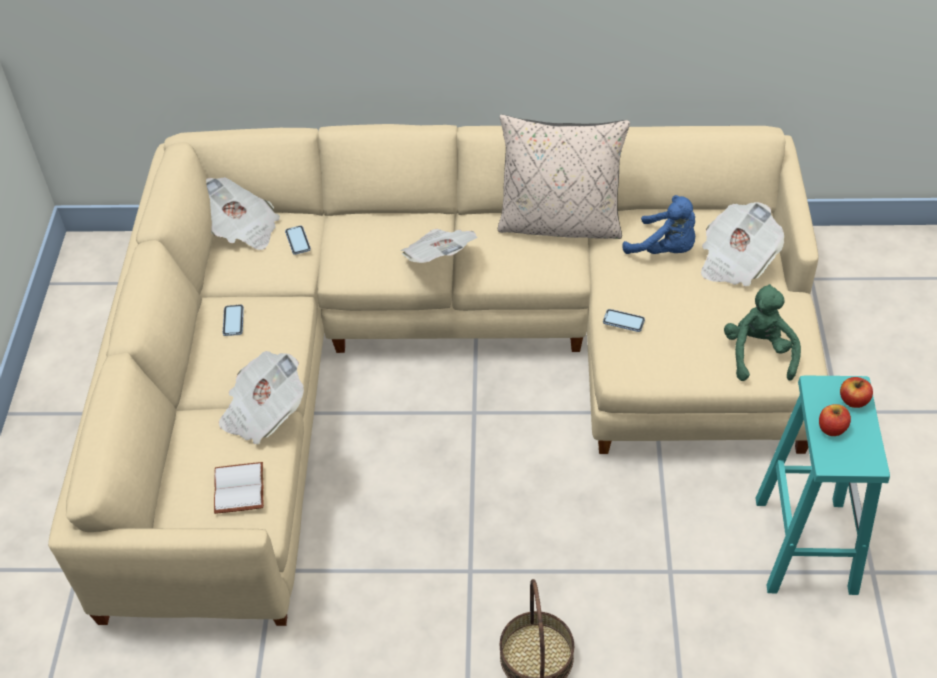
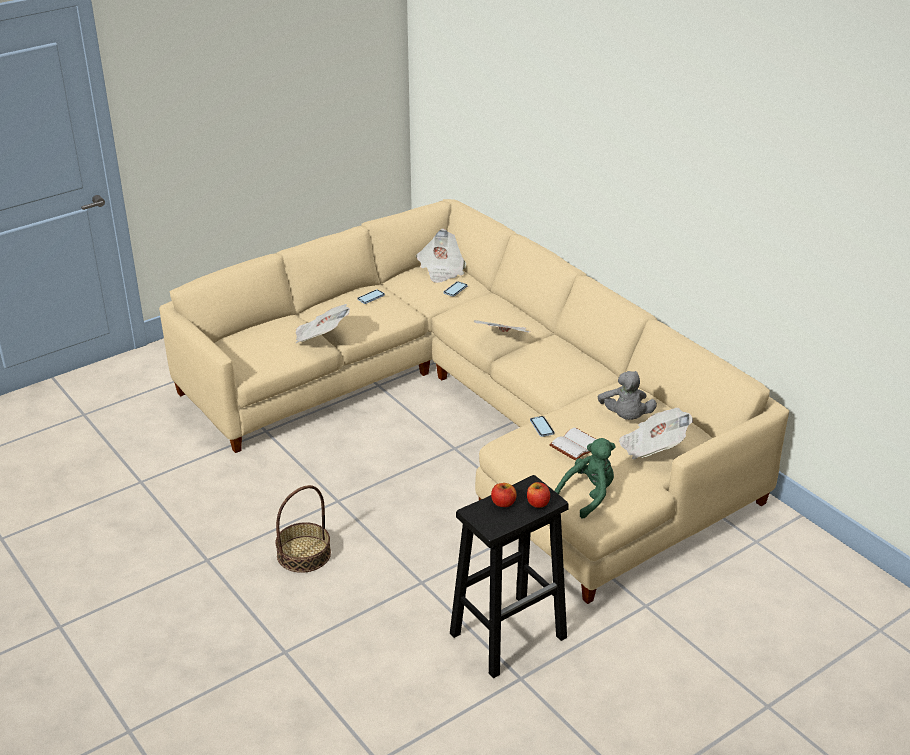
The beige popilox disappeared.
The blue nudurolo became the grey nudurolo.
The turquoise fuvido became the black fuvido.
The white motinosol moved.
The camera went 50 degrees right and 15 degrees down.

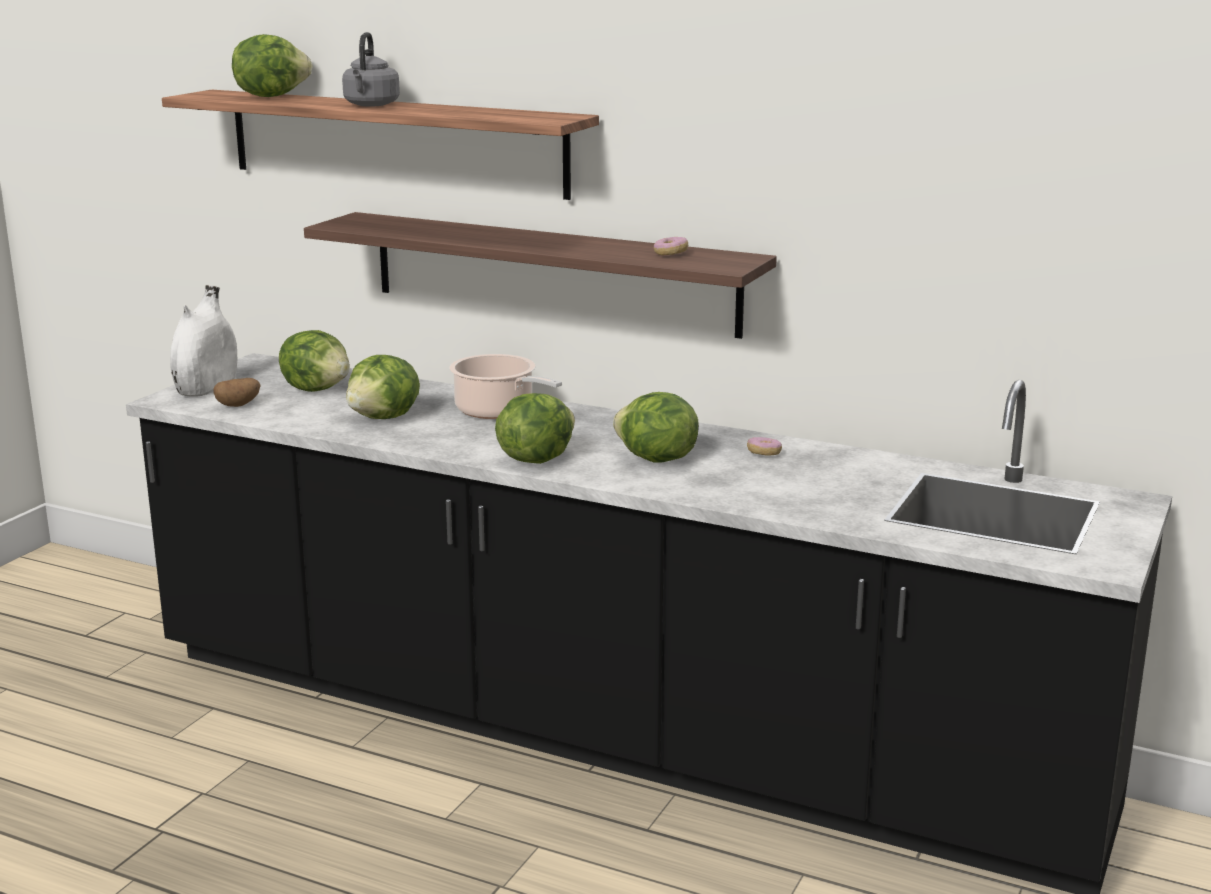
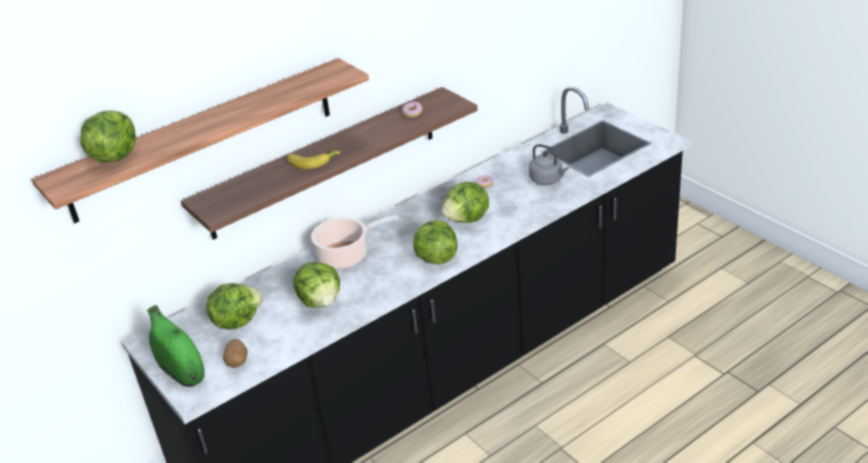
The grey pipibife moved.
The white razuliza became the green razuliza.
The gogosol appeared.
The camera went 60 degrees left and 15 degrees up.

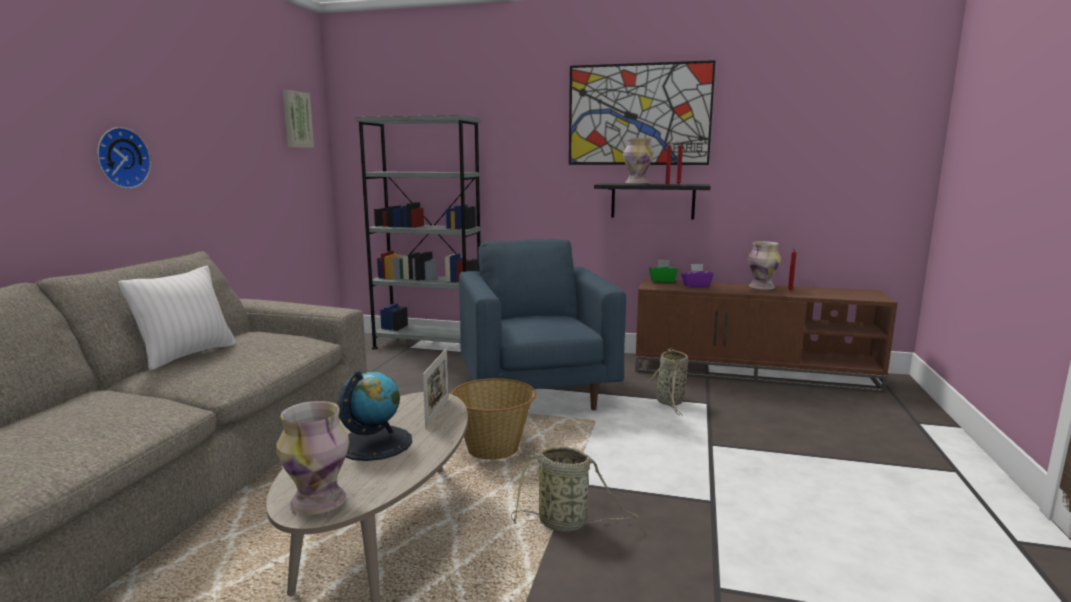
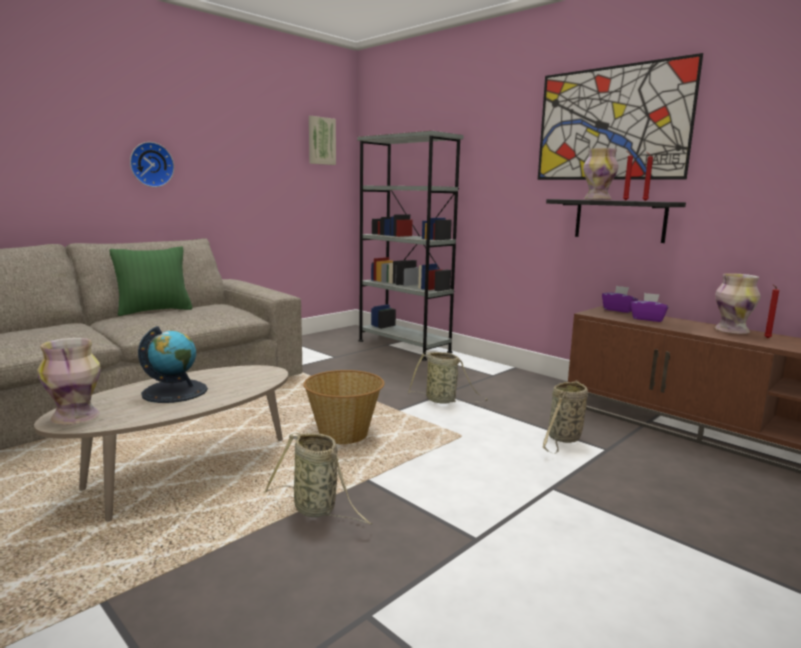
The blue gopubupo was replaced by the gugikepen (3rd from left).
The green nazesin became the purple nazesin (1st from left).
The white popilox became the green popilox.
The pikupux disappeared.
The camera went 30 degrees right and 0 degrees up.

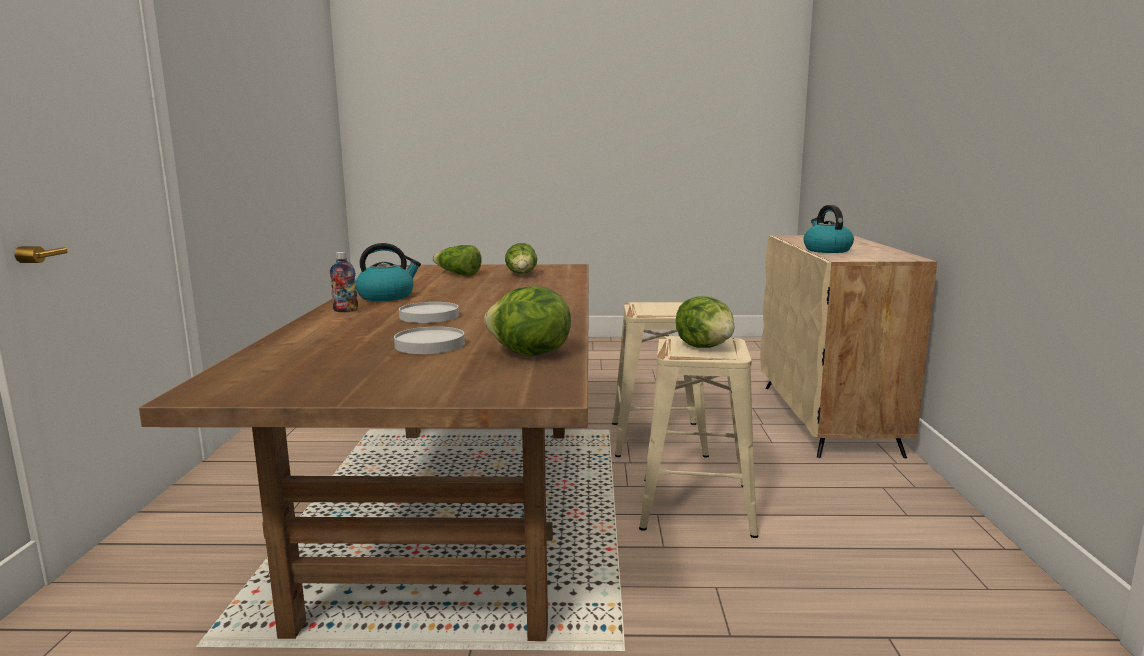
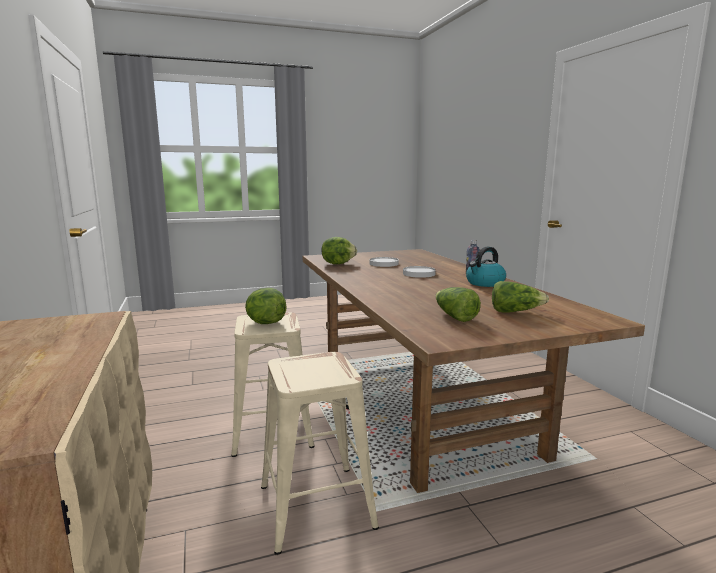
The pipibife (2nd from left) disappeared.
The camera went 160 degrees right and 0 degrees up.

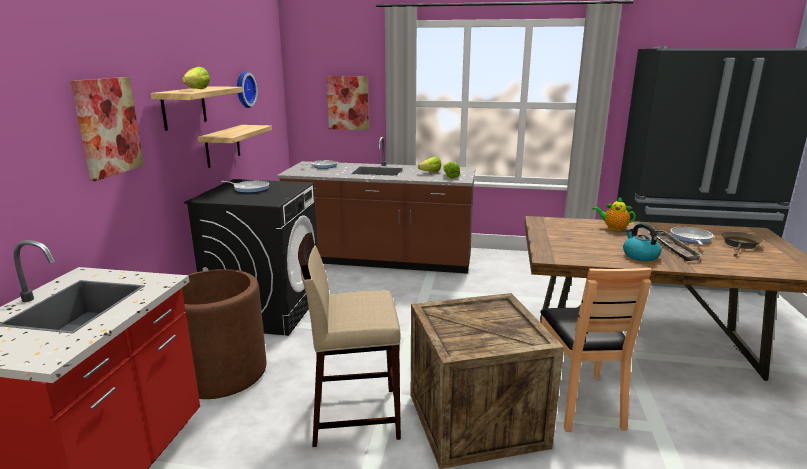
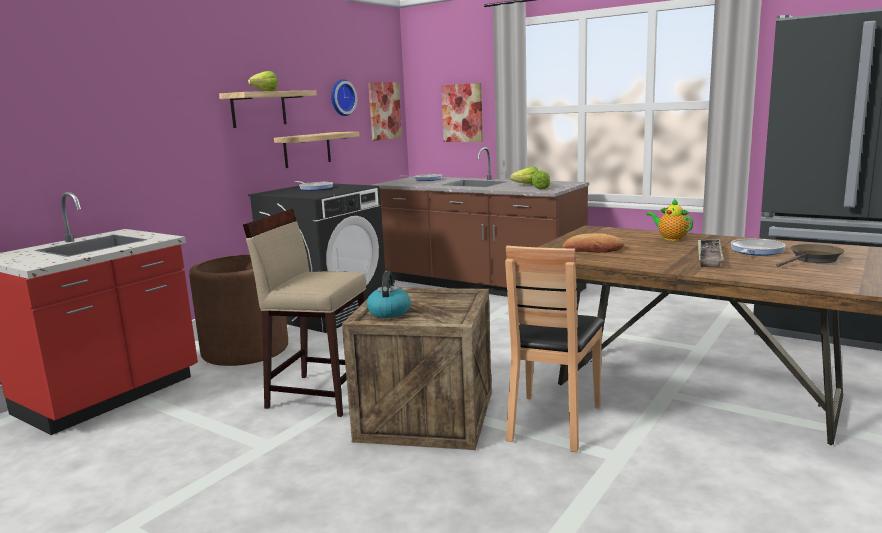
The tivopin (1st from left) moved.
The pipibife moved.
The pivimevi appeared.
The camera went 25 degrees right and 5 degrees down.

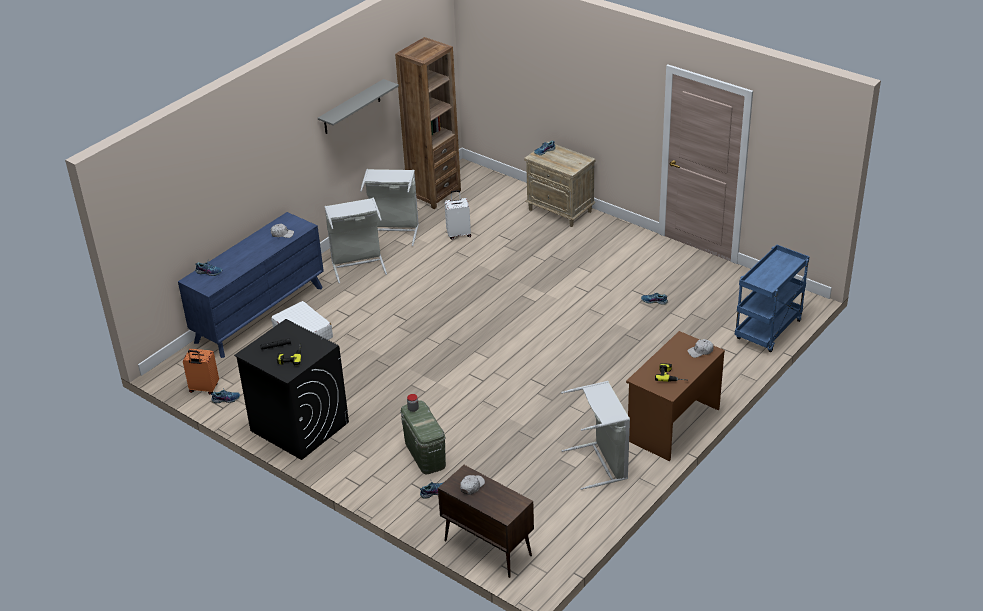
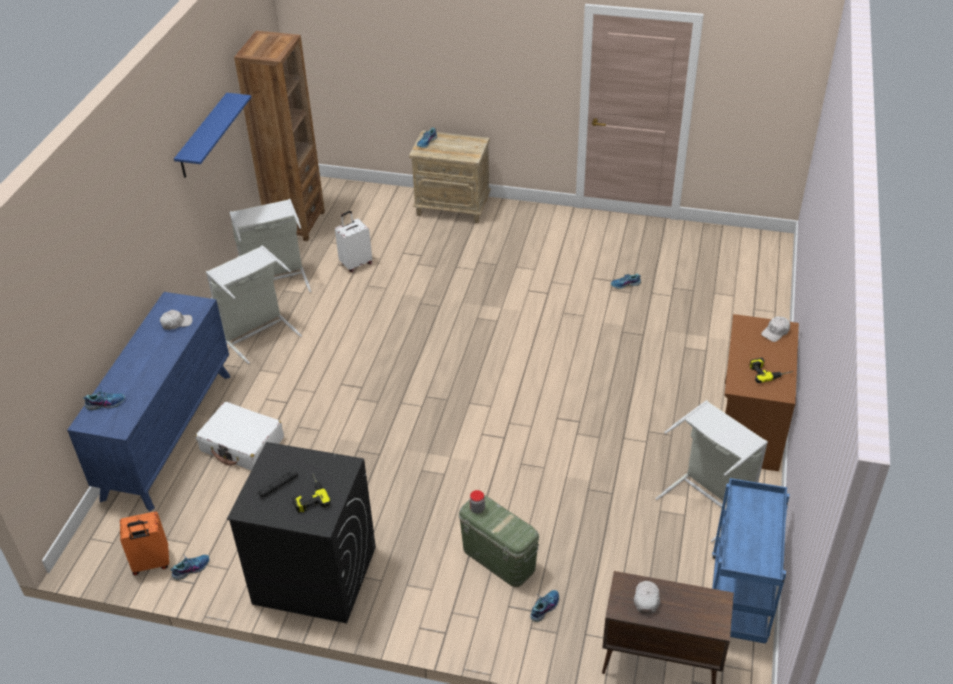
The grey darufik became the blue darufik.
The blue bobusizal moved.
The camera went 25 degrees left and 5 degrees up.

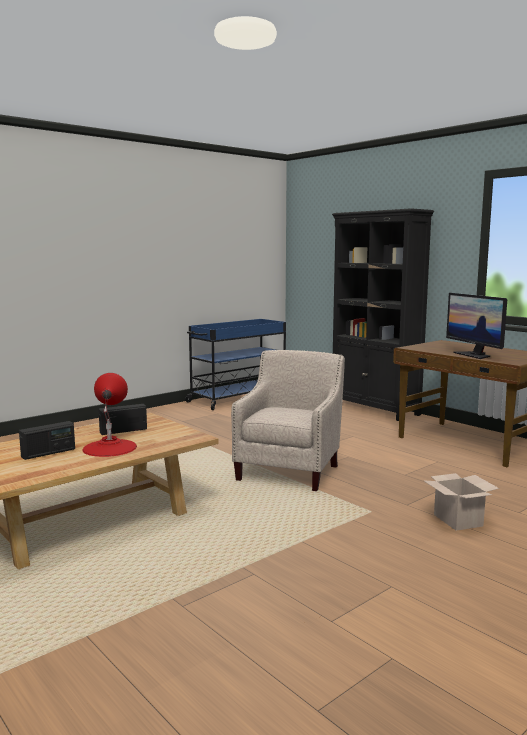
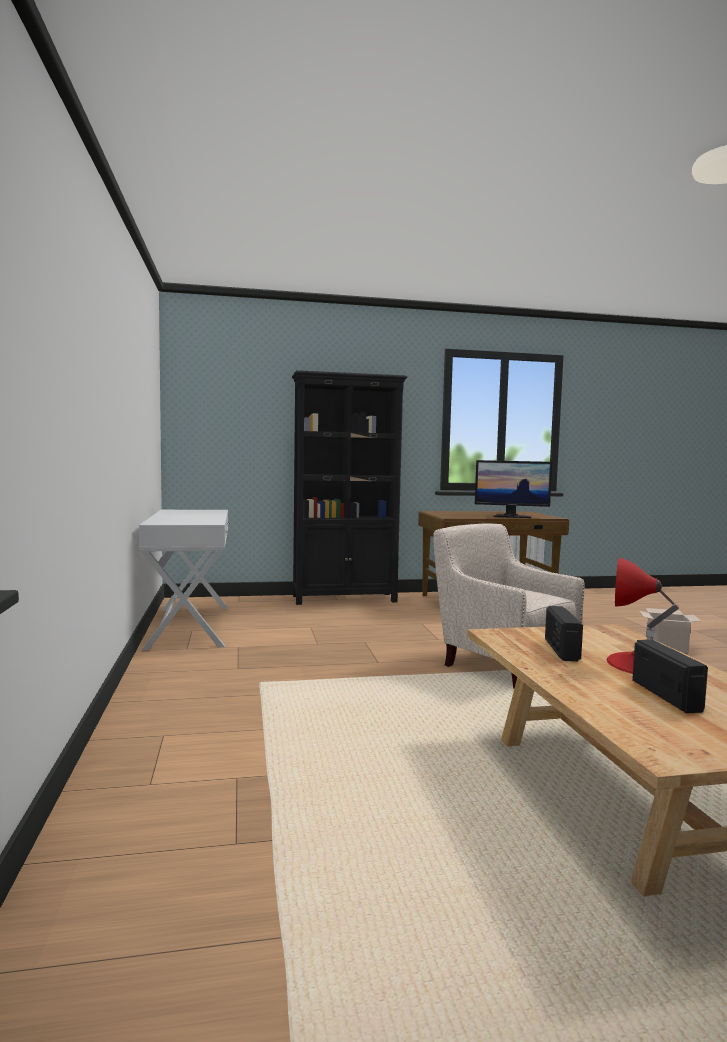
The blue bobusizal was replaced by the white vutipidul.
The camera went 60 degrees left and 5 degrees down.

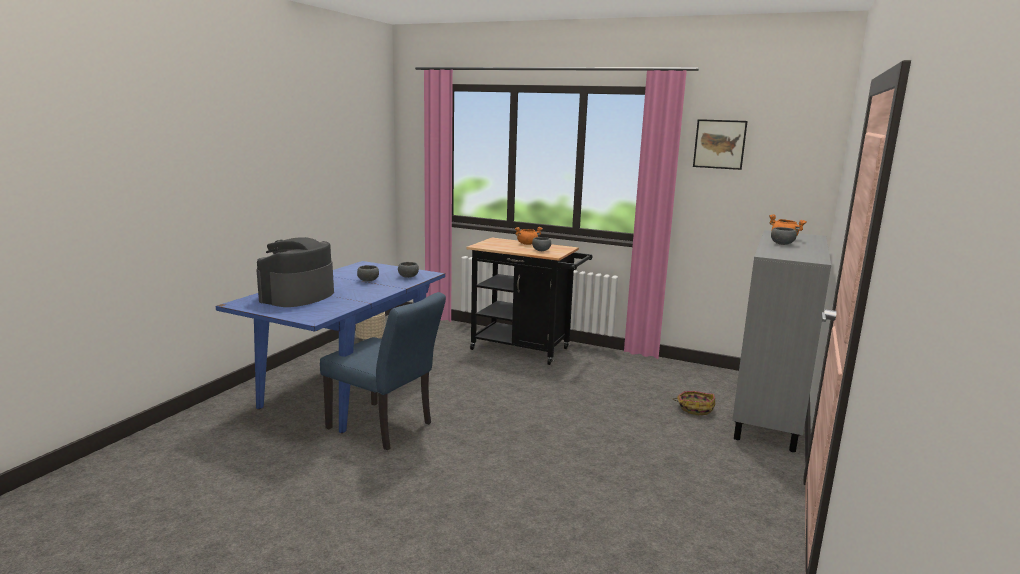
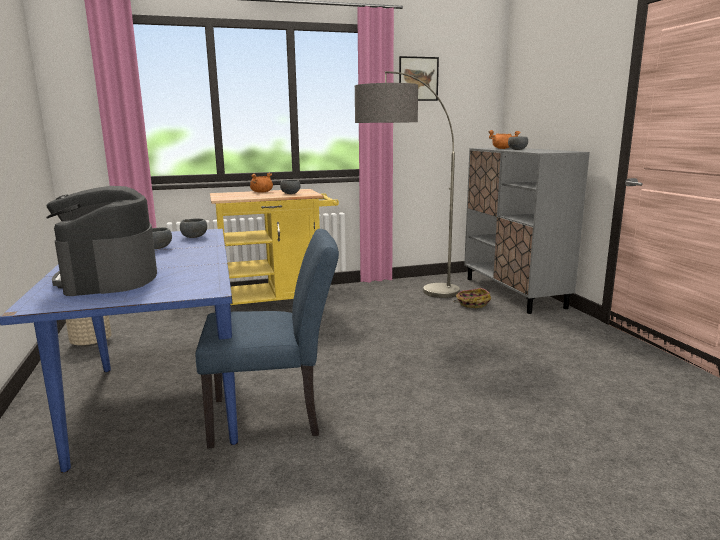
The black bobusizal became the yellow bobusizal.
The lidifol appeared.
The camera went 40 degrees left and 0 degrees up.

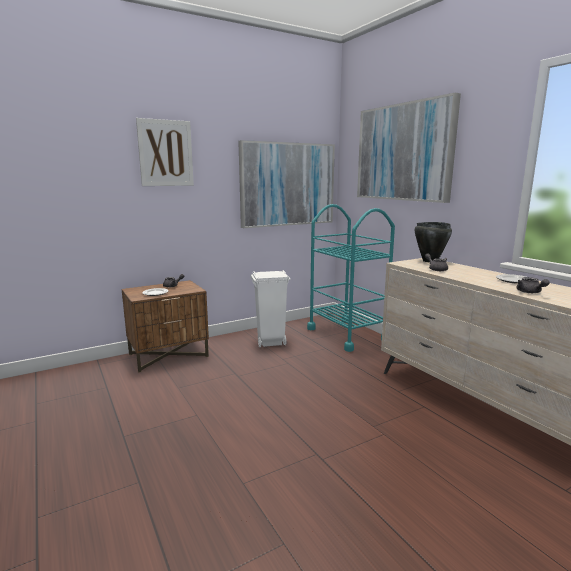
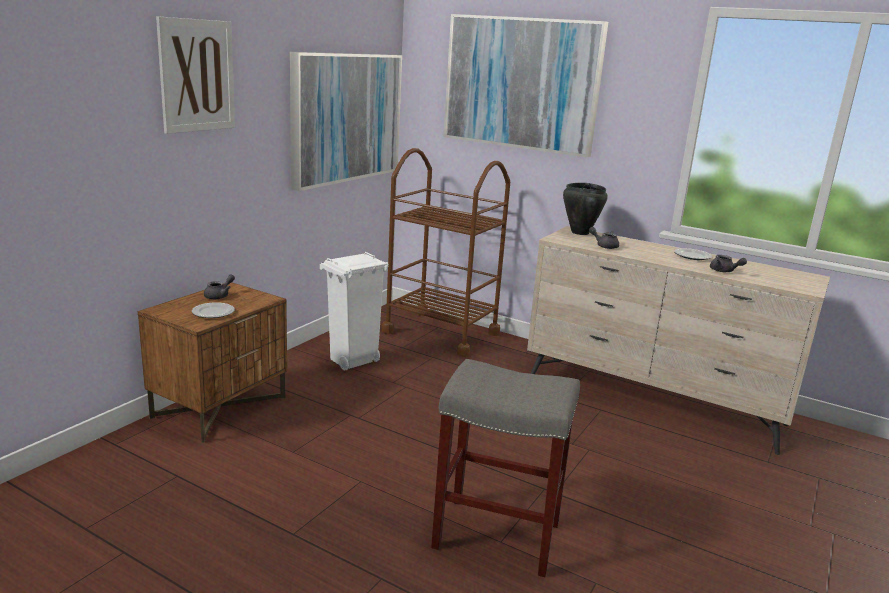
The turquoise bobusizal became the brown bobusizal.
The grey fuvido appeared.
The camera went 30 degrees left and 5 degrees up.

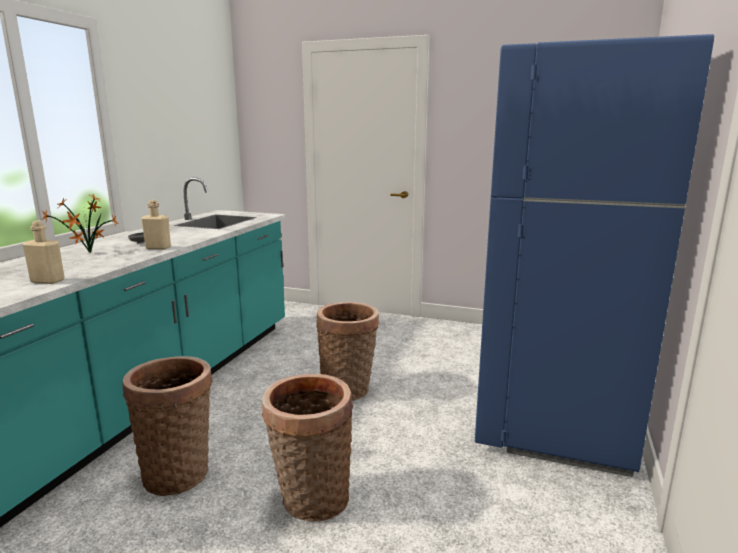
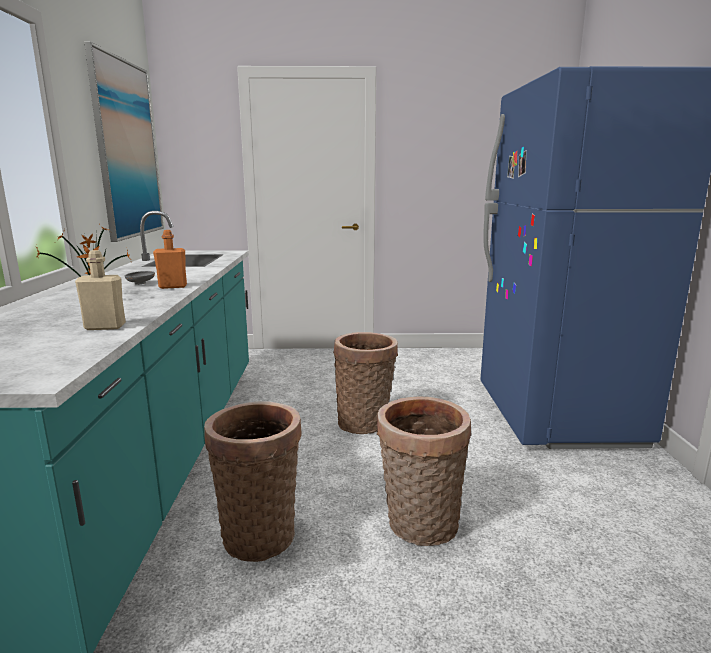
The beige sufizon (2nd from left) became the orange sufizon.
The tivopin appeared.
The camera went 20 degrees left and 0 degrees up.

